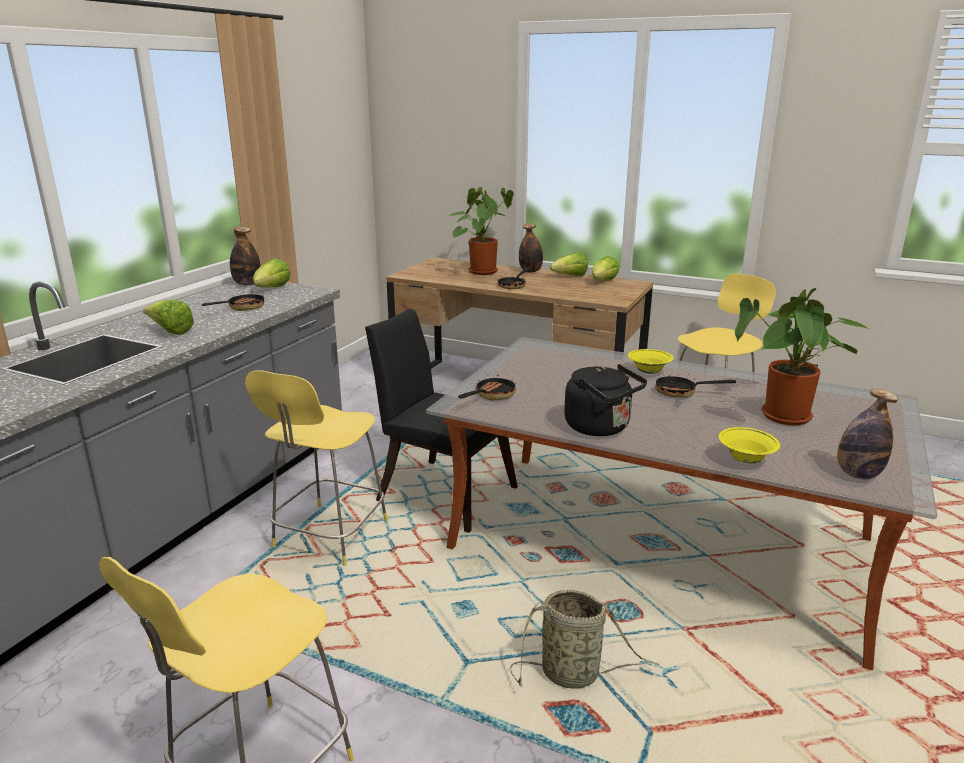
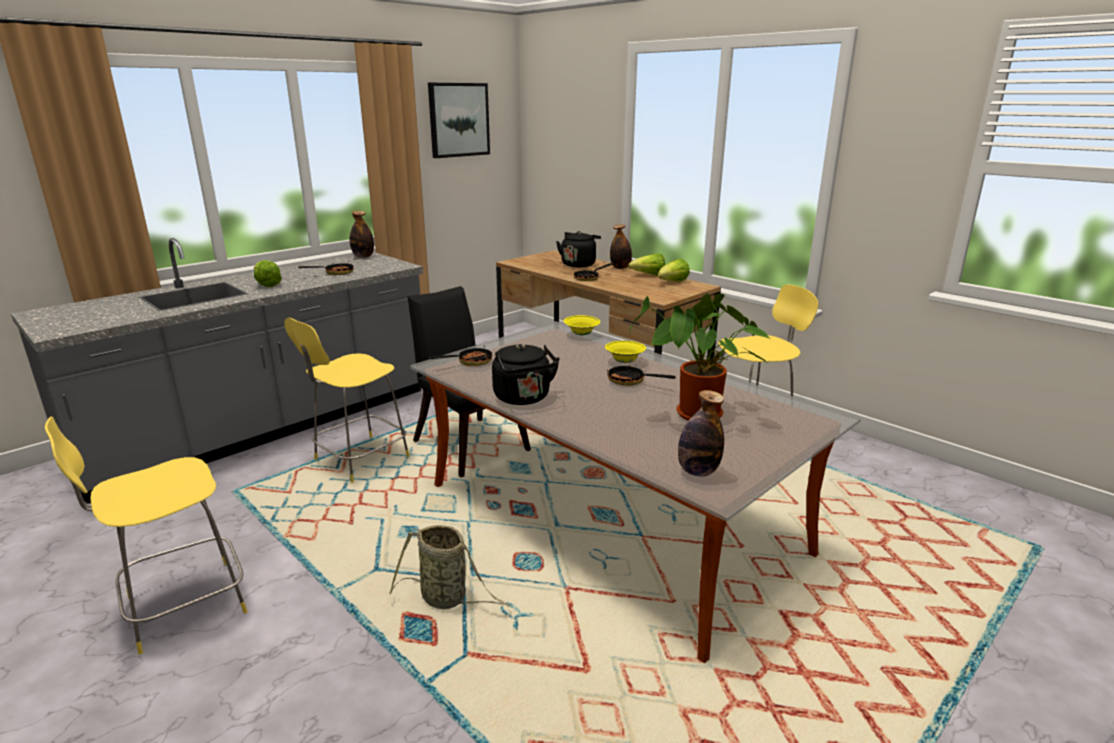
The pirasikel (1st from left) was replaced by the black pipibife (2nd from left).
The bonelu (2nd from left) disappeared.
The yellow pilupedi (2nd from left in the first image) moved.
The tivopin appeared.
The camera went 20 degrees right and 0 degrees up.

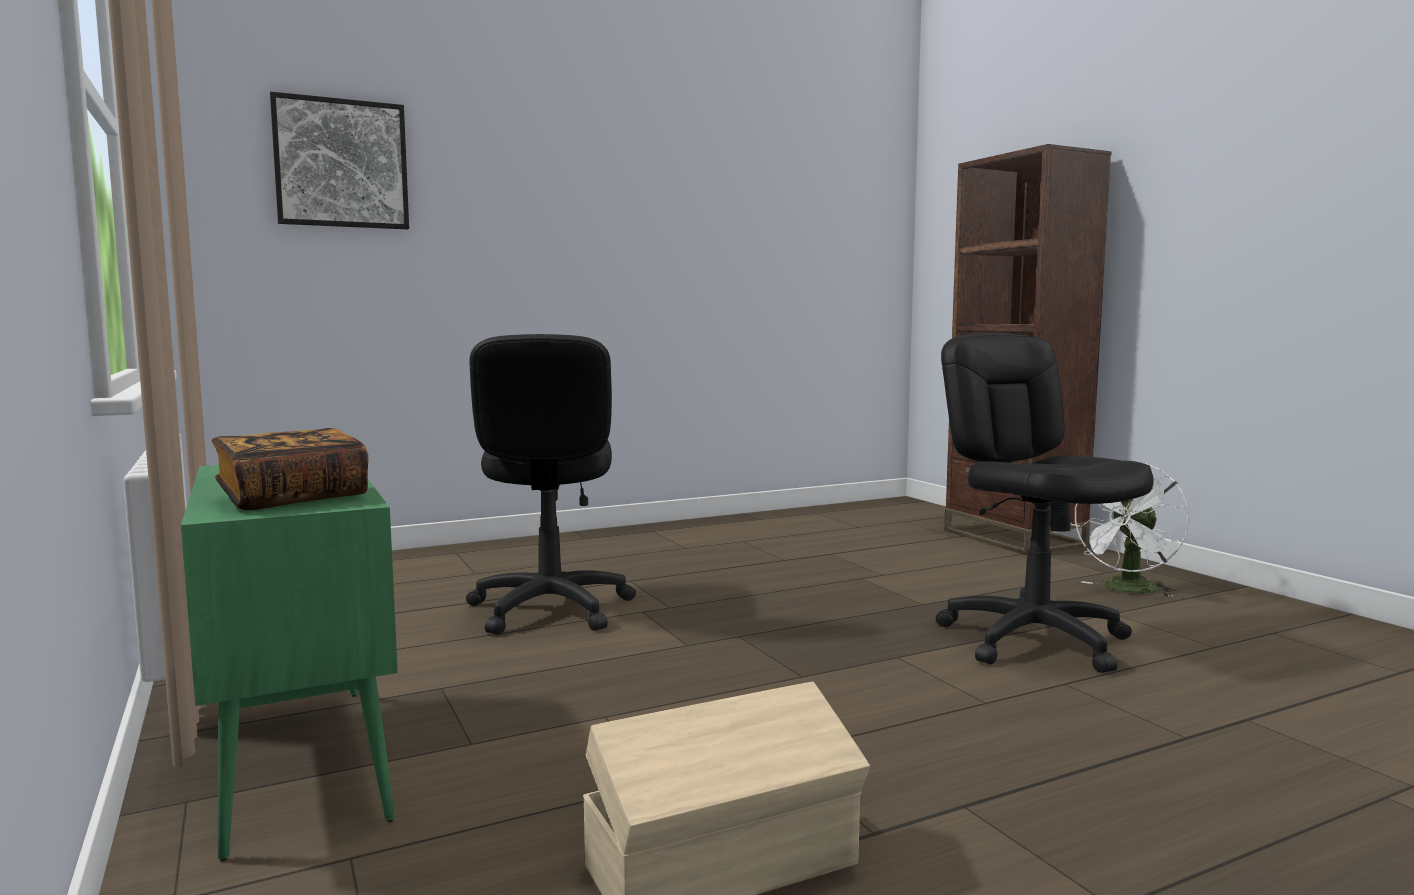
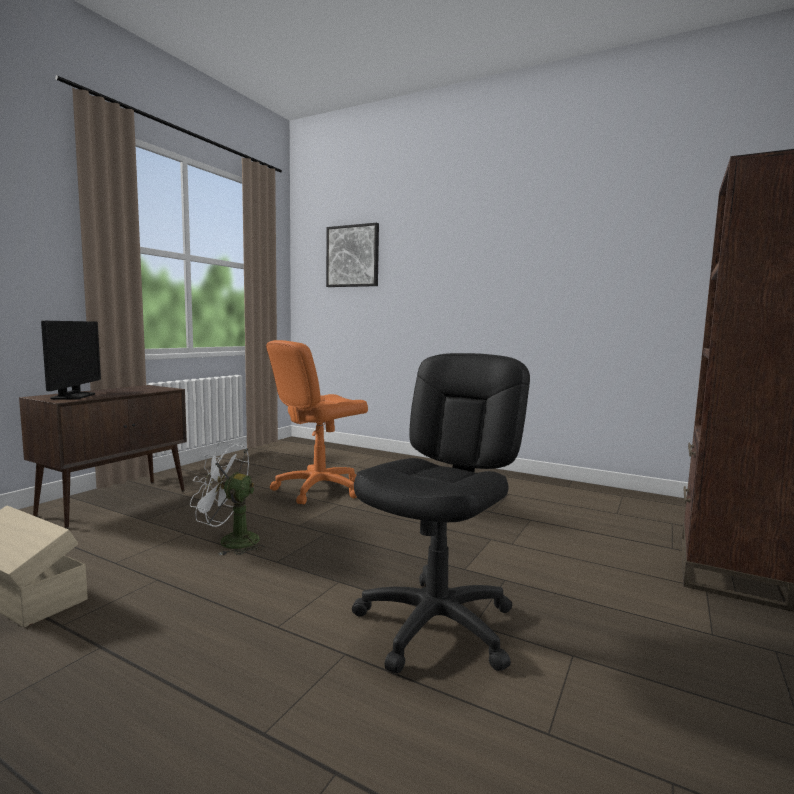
The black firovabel (1st from left) became the orange firovabel.
The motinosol was replaced by the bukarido.
The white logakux moved.
The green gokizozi became the brown gokizozi.
The camera went 55 degrees right and 0 degrees up.

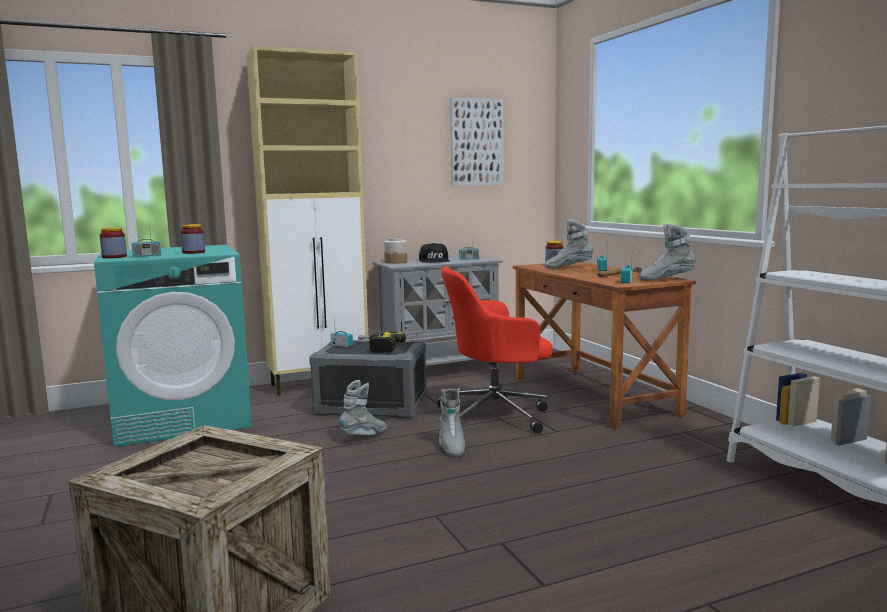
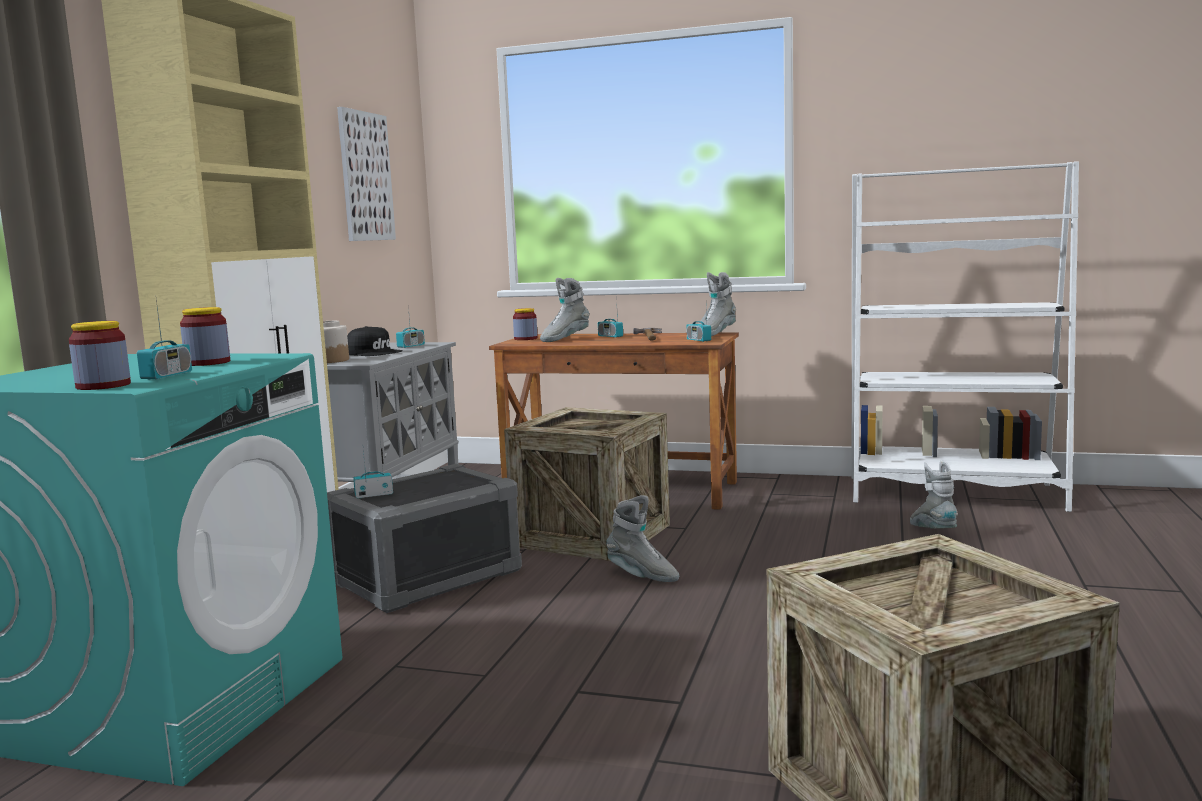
The red firovabel was replaced by the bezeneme (1st from left).
The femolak disappeared.
The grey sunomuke (1st from left in the first image) moved.
The camera went 50 degrees left and 0 degrees up.

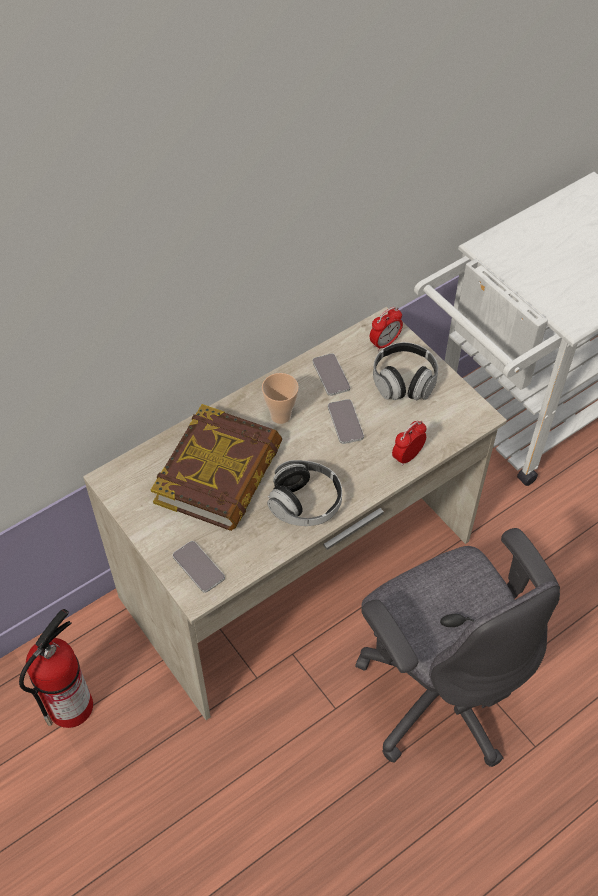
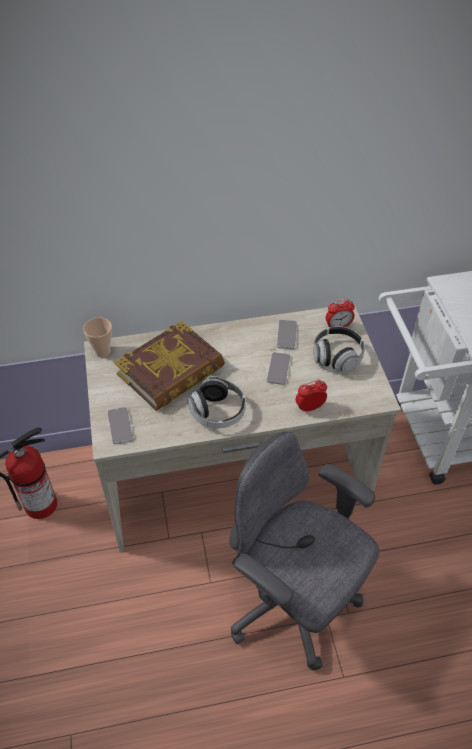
The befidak moved.
The grey firovabel turned 135 degrees clockwise.
The camera went 25 degrees right and 5 degrees down.

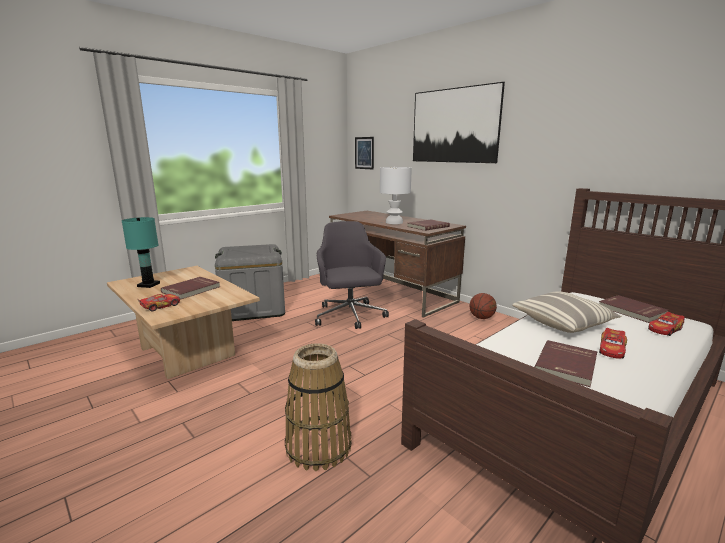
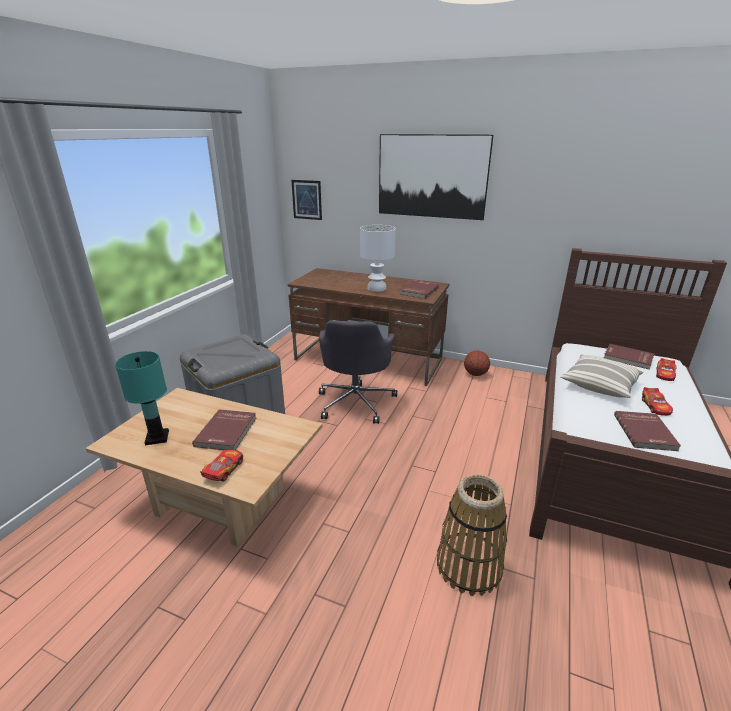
The grey firovabel turned 135 degrees counterclockwise.
The camera went 25 degrees left and 10 degrees up.

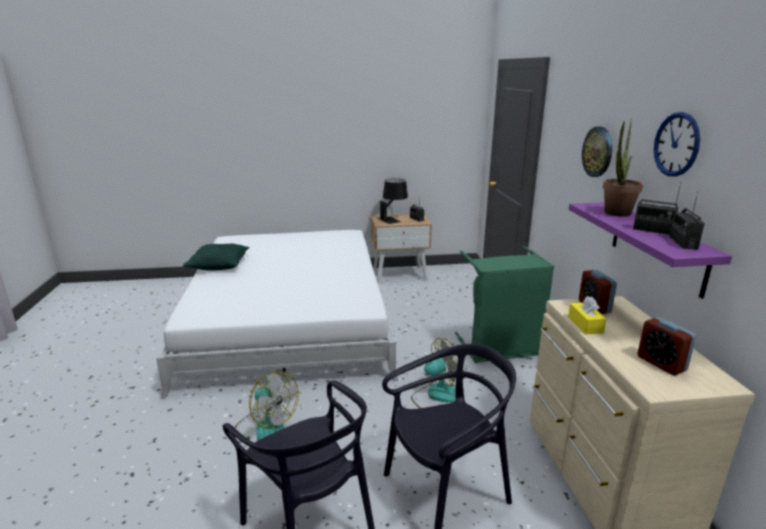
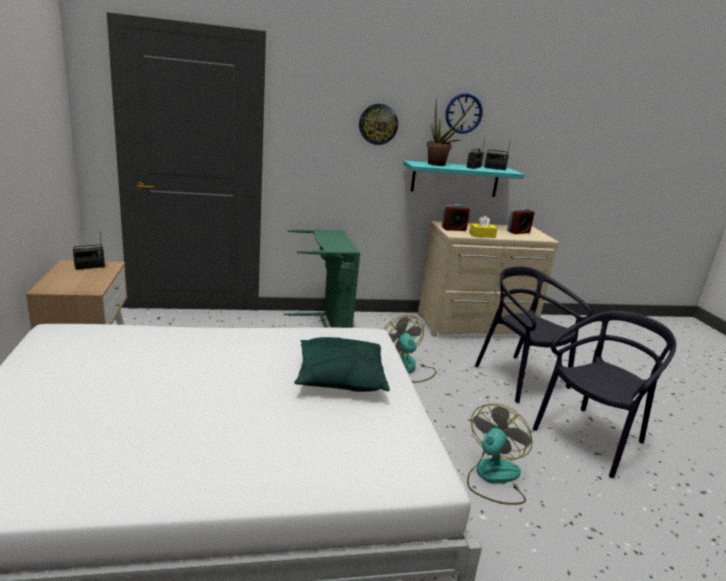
The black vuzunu disappeared.
The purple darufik became the turquoise darufik.
The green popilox moved.
The camera went 95 degrees left and 0 degrees up.

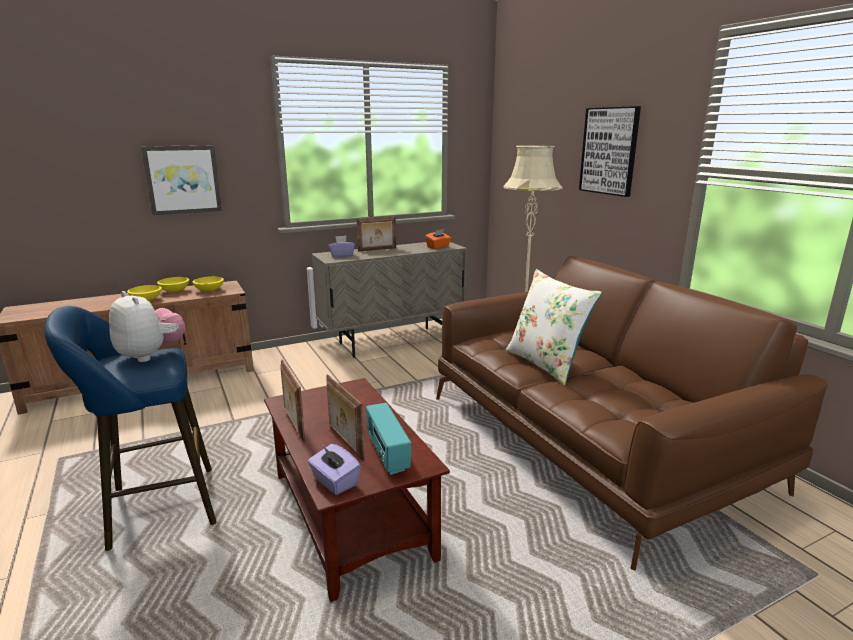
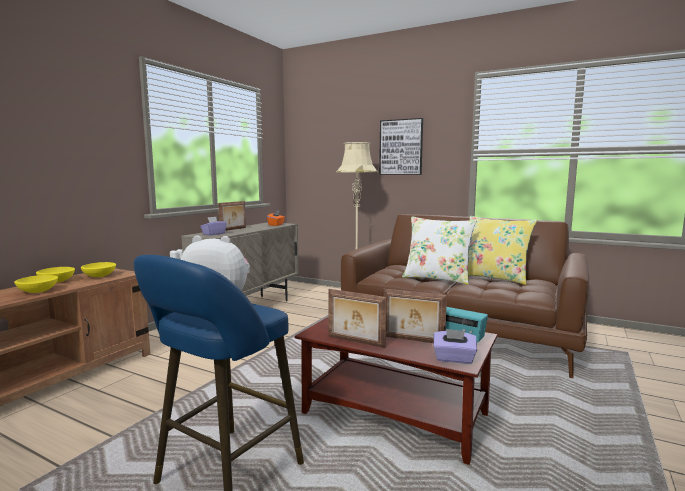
The tivopin (1st from left) disappeared.
The yellow popilox appeared.
The camera went 35 degrees left and 10 degrees down.

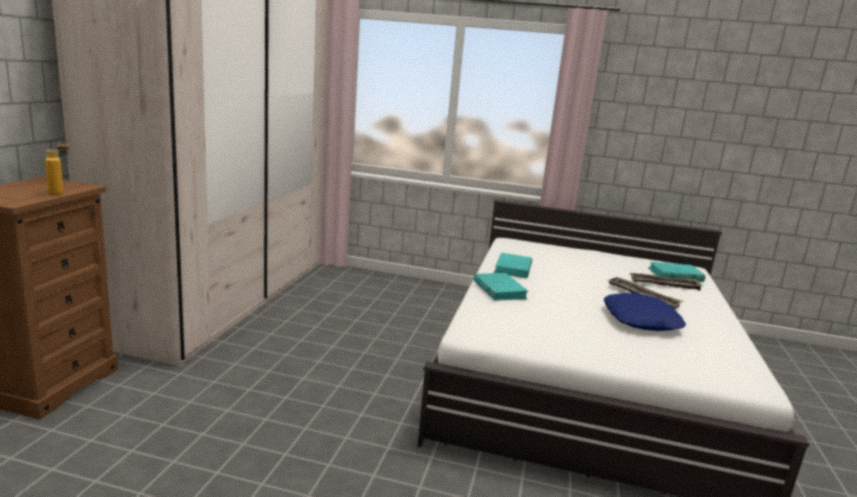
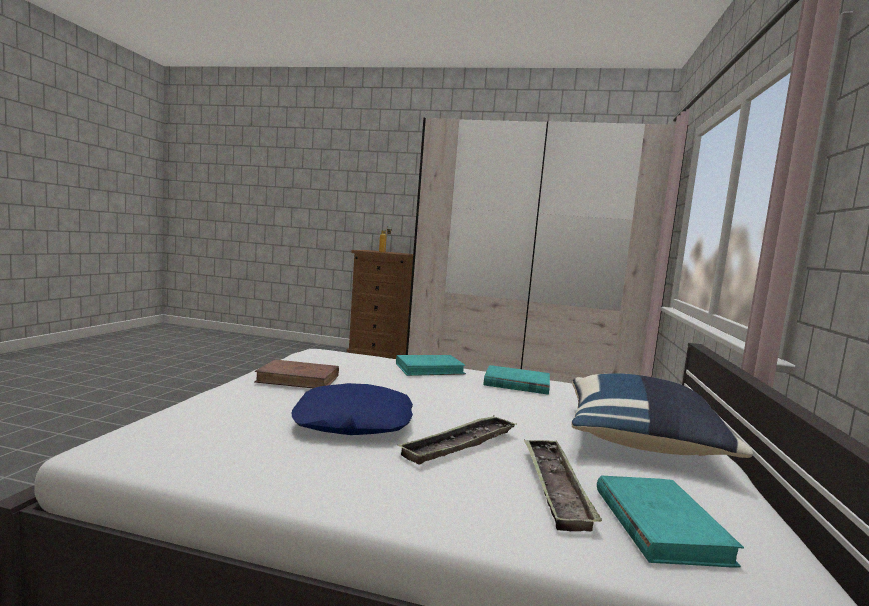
The brown motinosol appeared.
The blue popilox (2nd from left) appeared.
The camera went 90 degrees right and 10 degrees down.

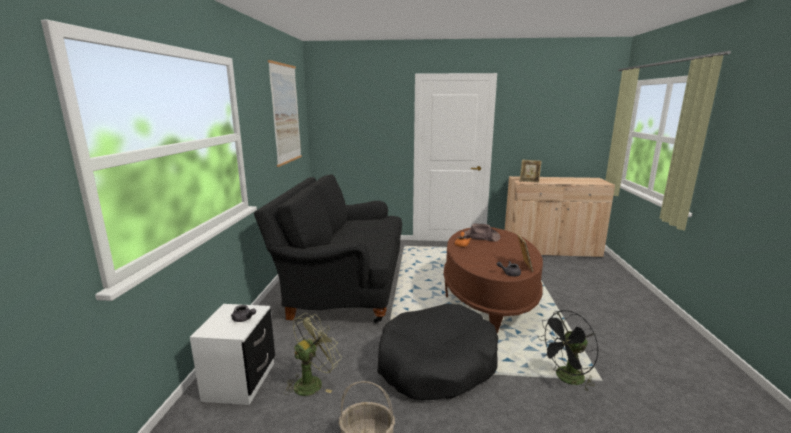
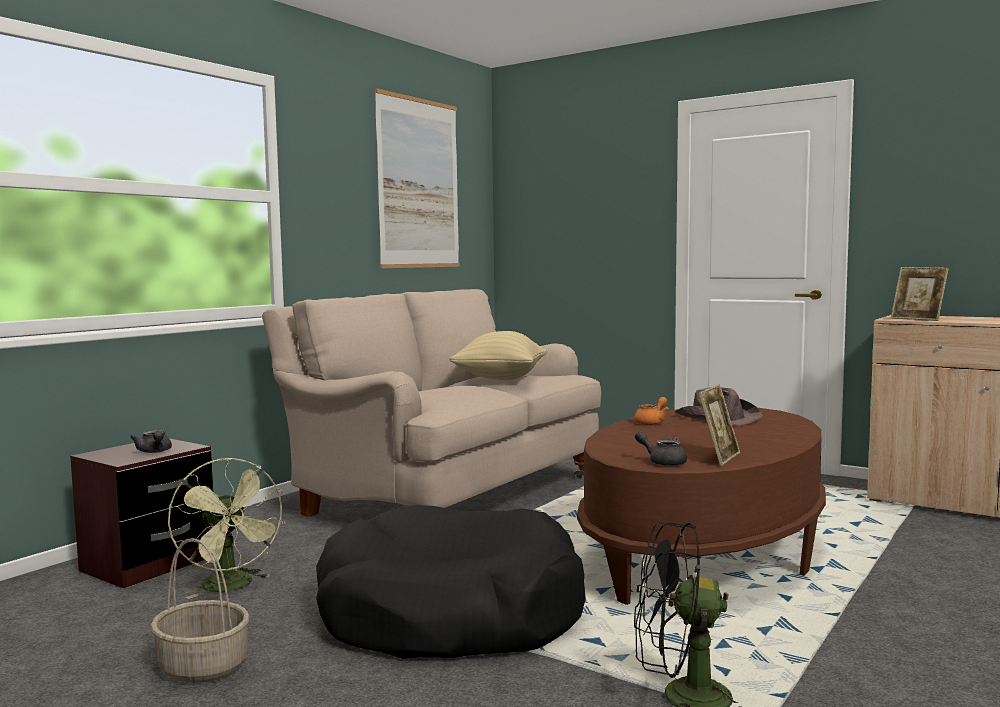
The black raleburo became the beige raleburo.
The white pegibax became the brown pegibax.
The green logakux turned 75 degrees clockwise.
The beige popilox appeared.
The camera went 30 degrees right and 10 degrees down.

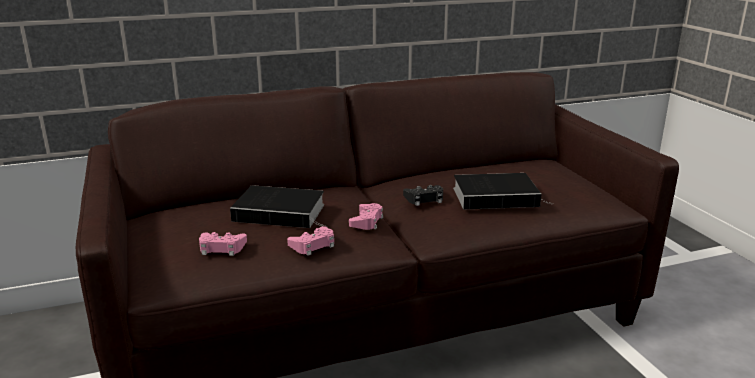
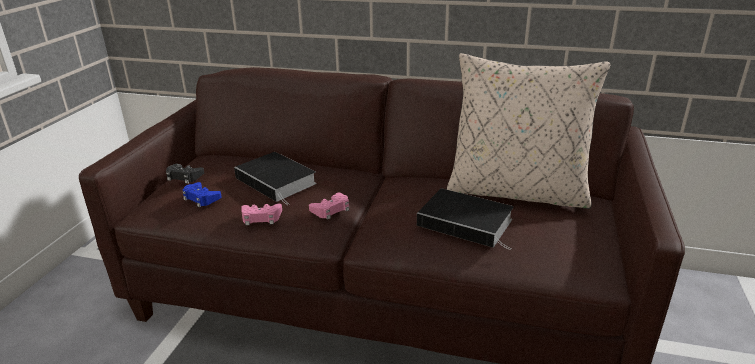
The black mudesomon moved.
The pink mudesomon (1st from left) became the blue mudesomon.
The beige popilox appeared.
The camera went 35 degrees right and 5 degrees up.

